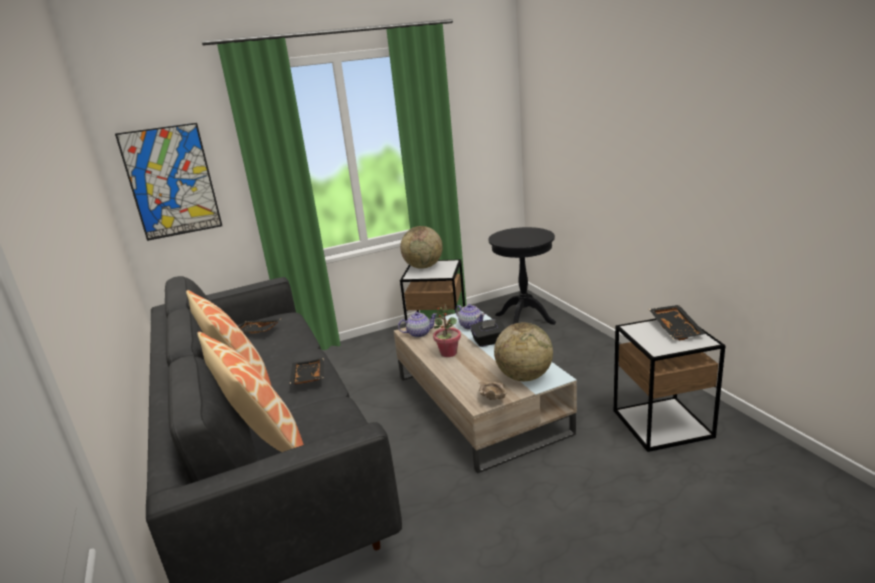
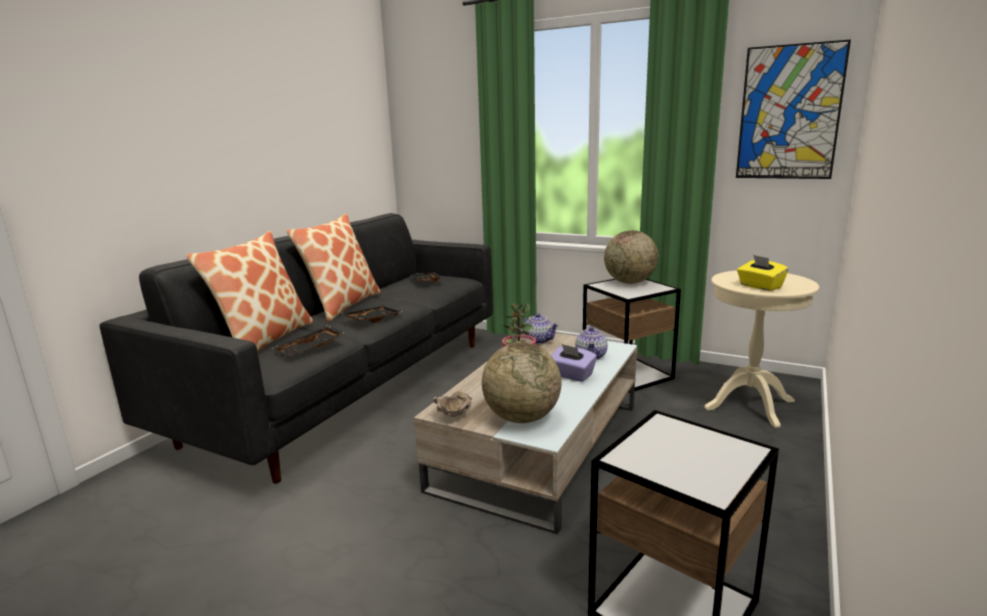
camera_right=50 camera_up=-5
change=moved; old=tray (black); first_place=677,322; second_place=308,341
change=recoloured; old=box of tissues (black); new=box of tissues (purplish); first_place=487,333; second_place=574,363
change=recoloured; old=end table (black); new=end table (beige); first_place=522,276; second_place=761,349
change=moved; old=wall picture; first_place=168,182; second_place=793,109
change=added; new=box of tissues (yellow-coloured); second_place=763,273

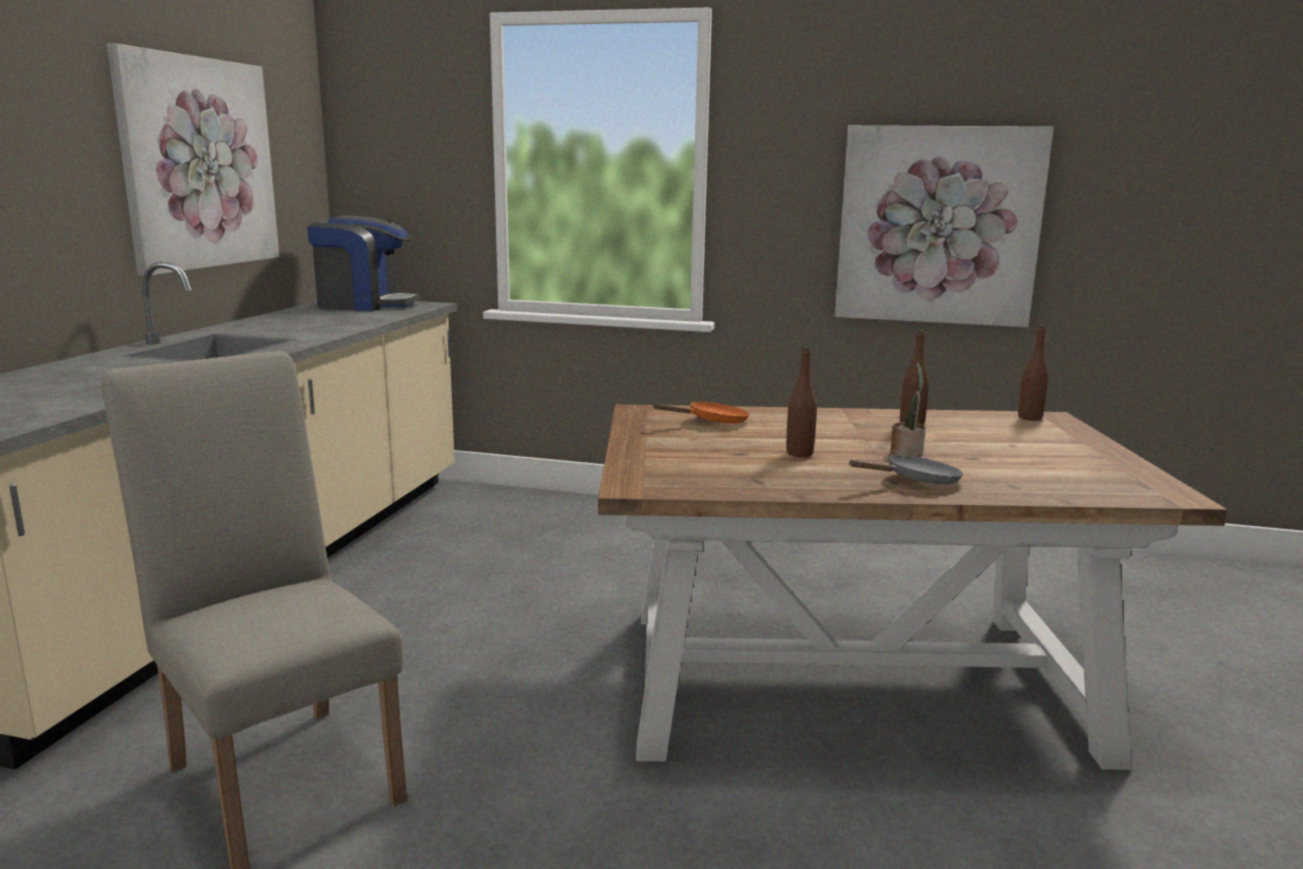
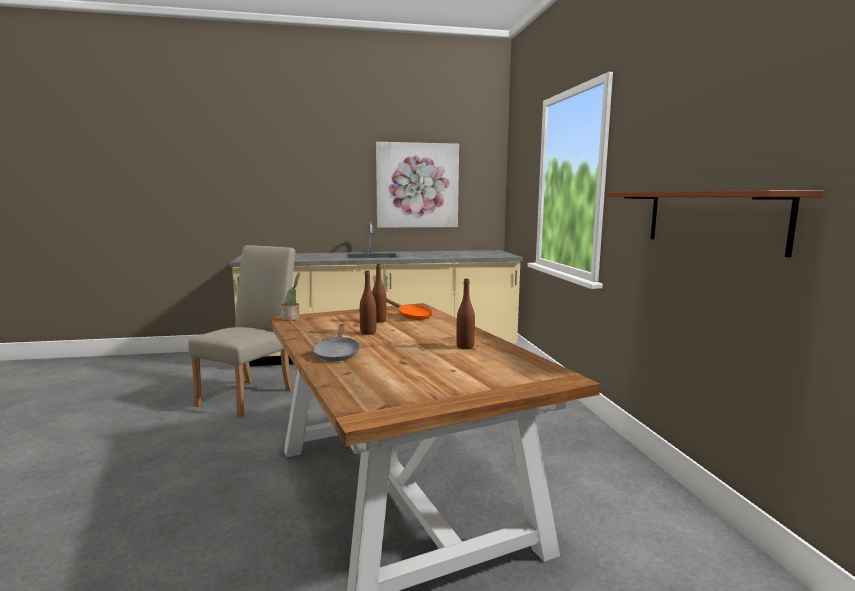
camera_right=65 camera_up=-5
change=moved; old=potted plant; first_place=908,409; second_place=291,296
change=turned; old=frying pan (greyish); first_place=906,470; second_place=336,342; degrees=45
change=moved; old=beverage bottle (brownish); first_place=1033,373; second_place=379,293
change=replaced; old=wall picture; new=bracket shelf (brownish); first_place=944,226; second_place=715,224
change=removed; old=coffee machine; first_place=363,263

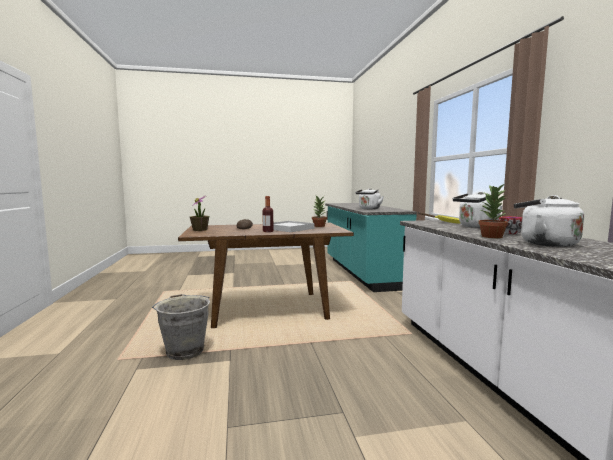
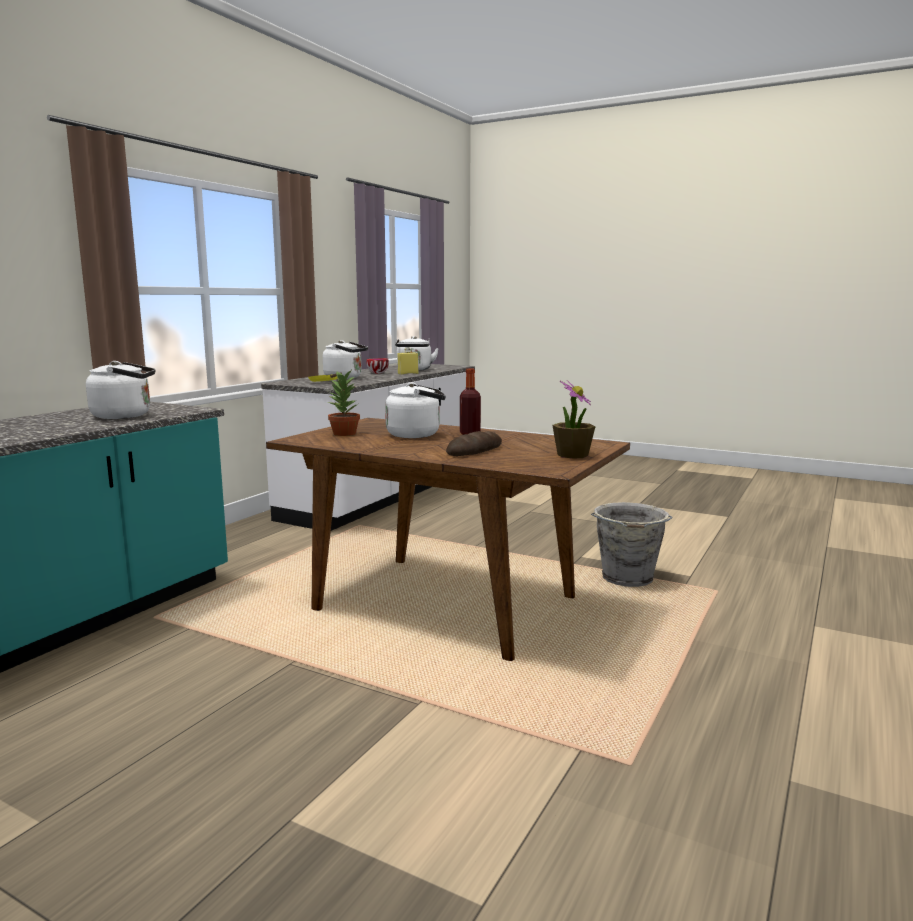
camera_right=-140 camera_up=5
change=replaced; old=tray (white-coloured); new=tea kettle (white-coloured); first_place=293,226; second_place=415,410
change=replaced; old=potted plant; new=beverage bottle (yellow-coloured); first_place=493,211; second_place=408,361

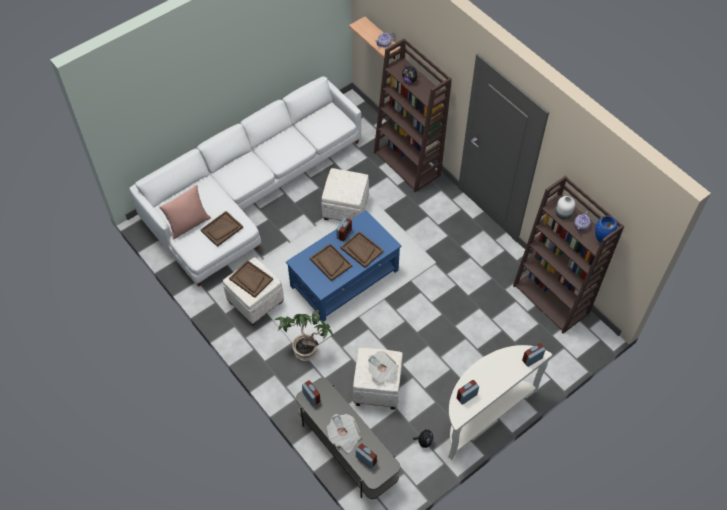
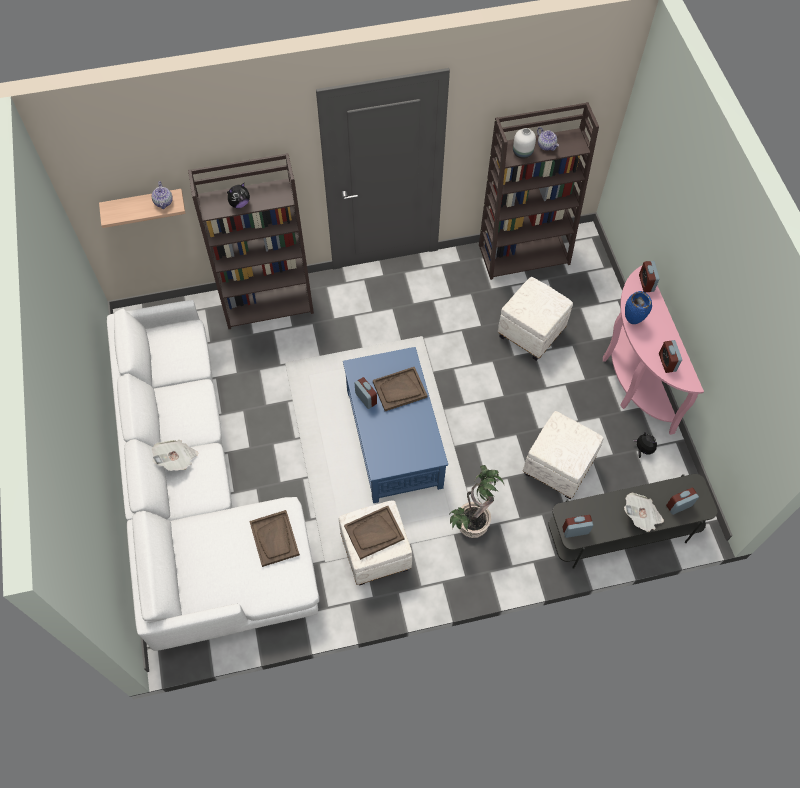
camera_right=-65 camera_up=5
change=moved; old=printed paper; first_place=383,367; second_place=175,455
change=moved; old=footrest (white-coloured); first_place=345,194; second_place=535,319
change=recoloured; old=console table (white-coloured); new=console table (pink); first_place=500,402; second_place=653,350
change=moved; old=flower vase (bluish); first_place=606,228; second_place=638,307
change=removed; old=pillow (pink); first_place=185,212
change=removed; old=tray (brownish); first_place=331,262

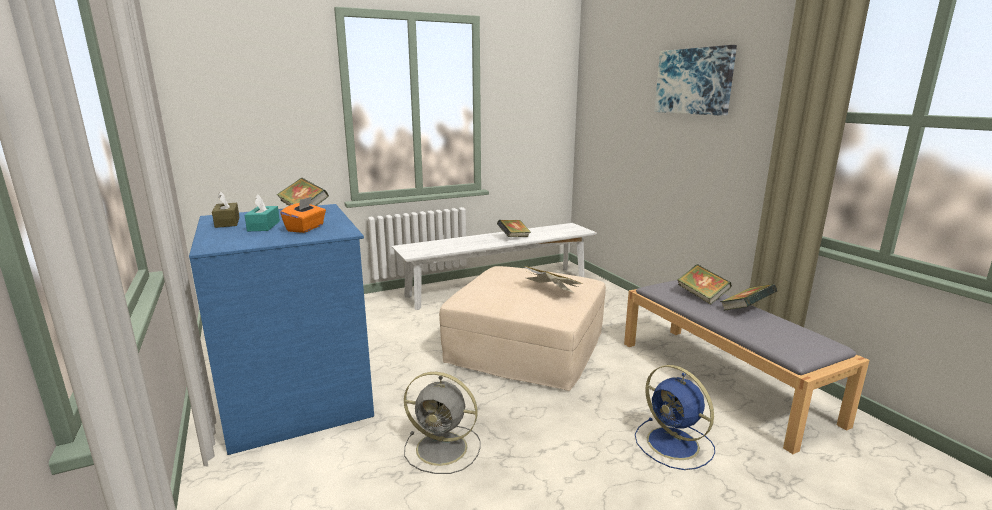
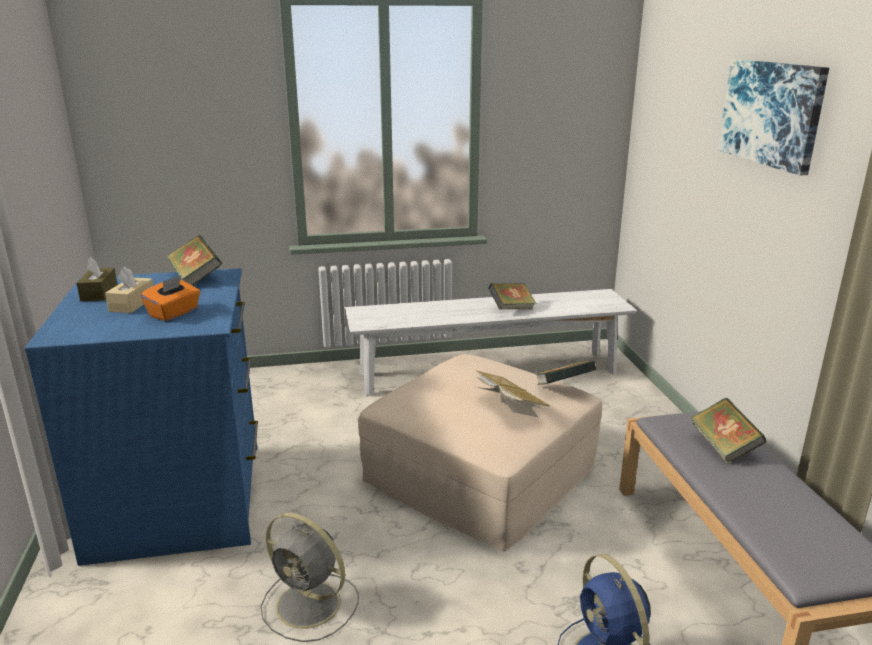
camera_right=15 camera_up=5
change=recoloured; old=box of tissues (blue-green); new=box of tissues (beige); first_place=262,213; second_place=129,290
change=moved; old=volume; first_place=748,297; second_place=566,373

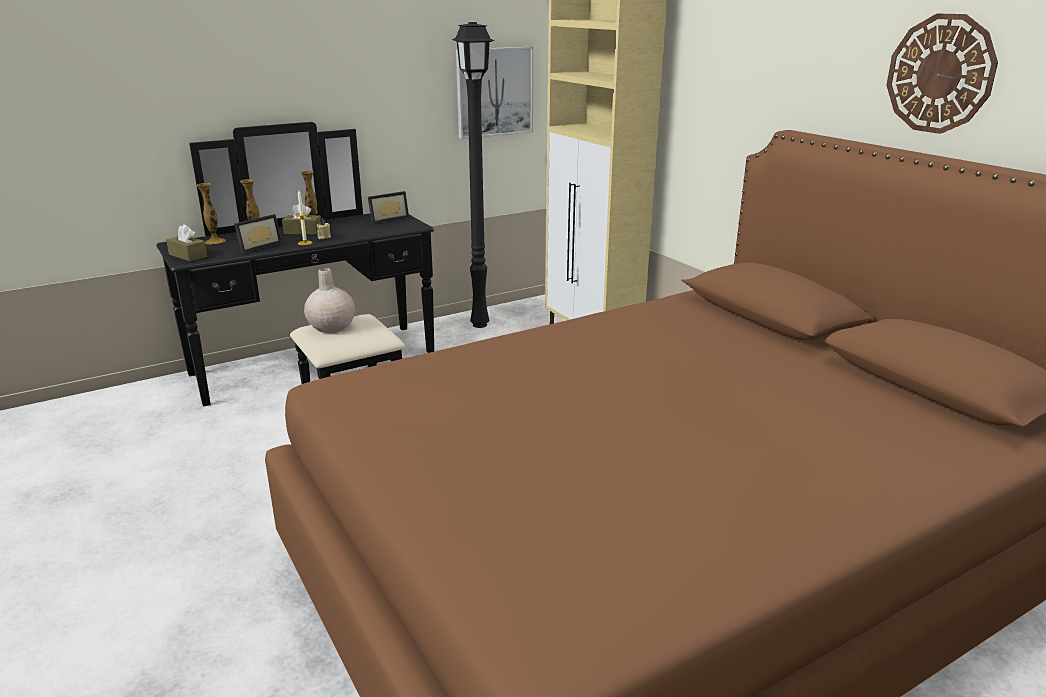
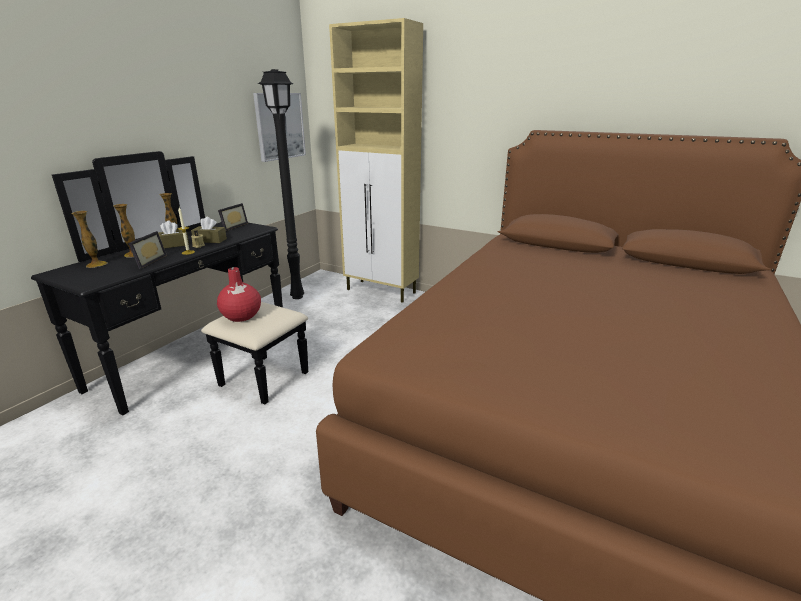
camera_right=-30 camera_up=0
change=moved; old=box of tissues (brownish); first_place=186,242; second_place=209,230
change=recoloured; old=flower vase (beige); new=flower vase (red); first_place=329,300; second_place=239,294
change=removed; old=hanging clock; first_place=942,73

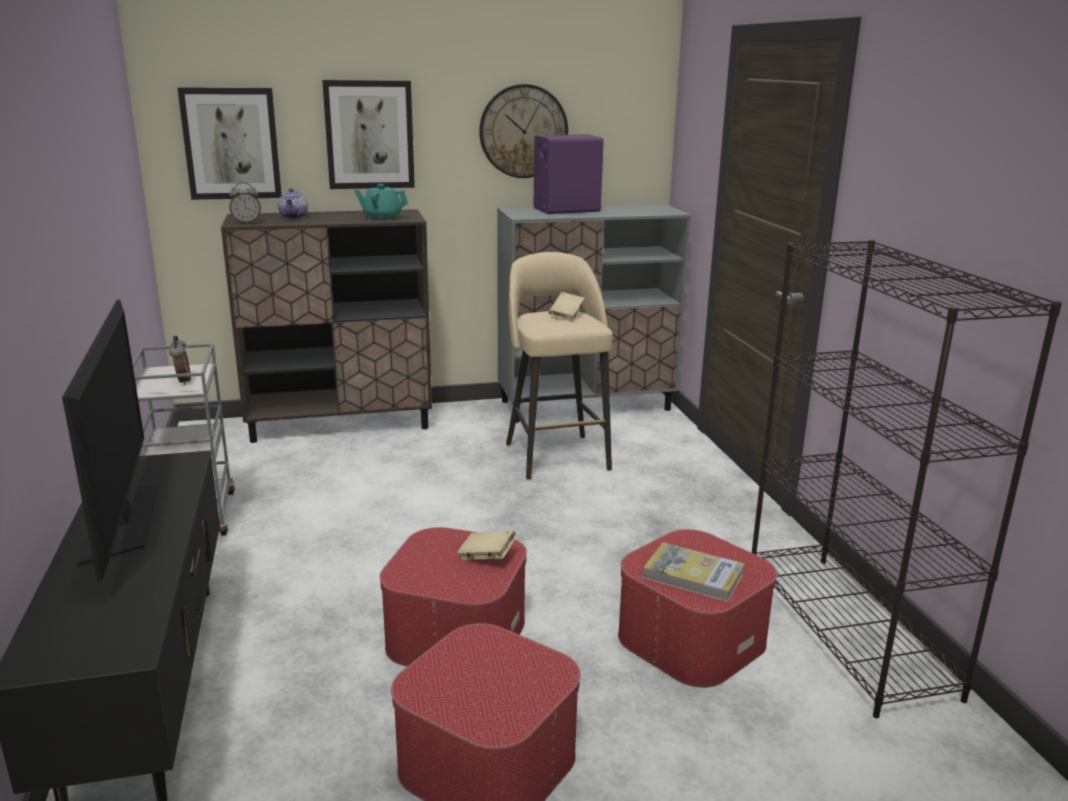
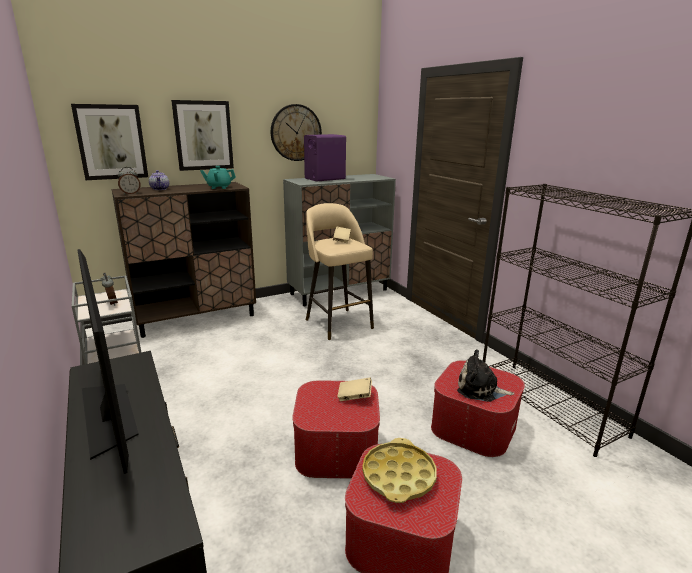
camera_right=-15 camera_up=0
change=added; new=tray (yellow-coloured); second_place=399,470
change=replaced; old=volume; new=plush toy; first_place=694,572; second_place=485,376

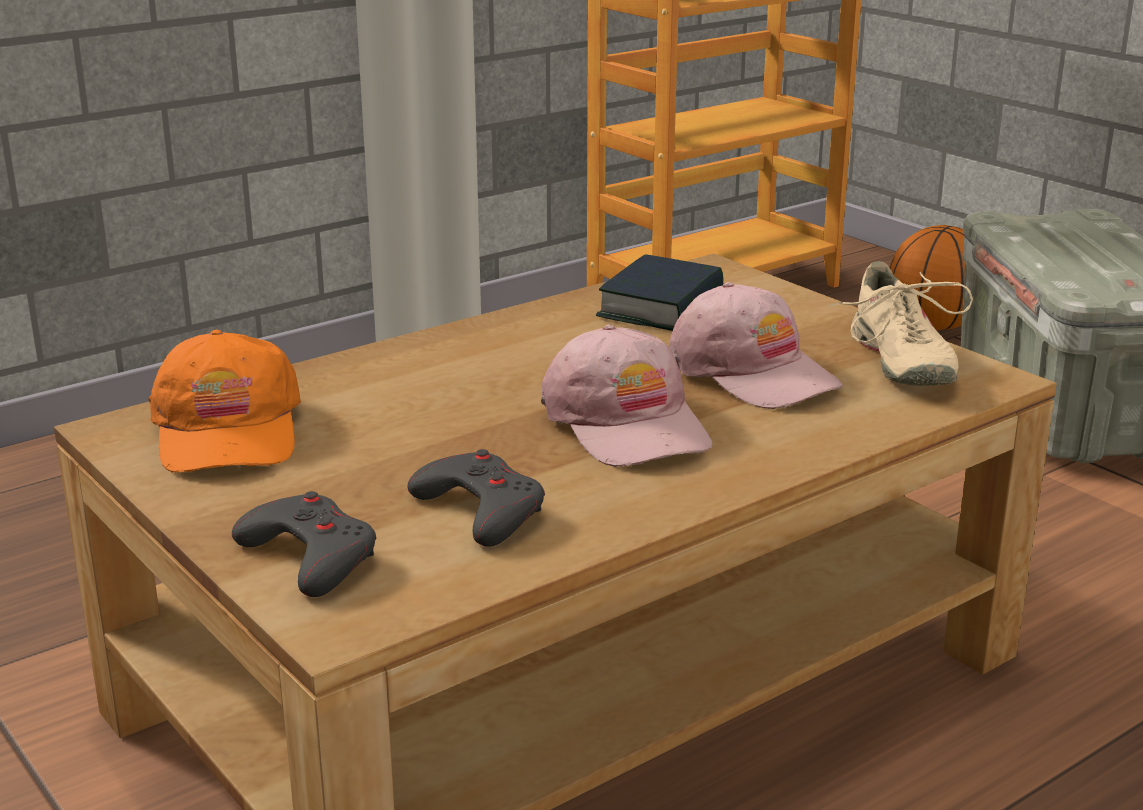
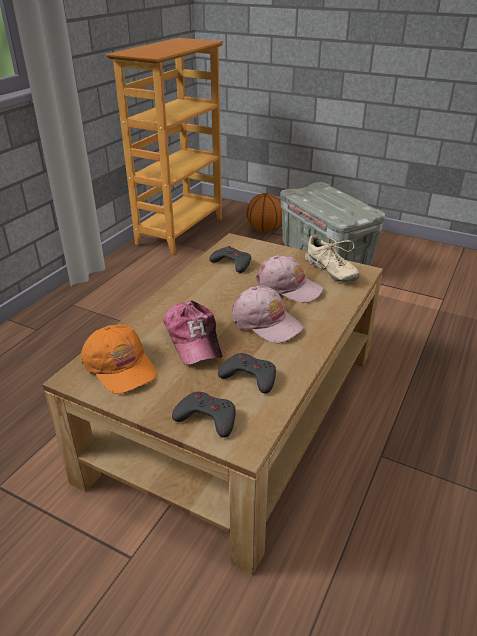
camera_right=-25 camera_up=10
change=added; new=baseball cap; second_place=192,332
change=replaced; old=volume; new=gamepad (greyish); first_place=660,292; second_place=230,259

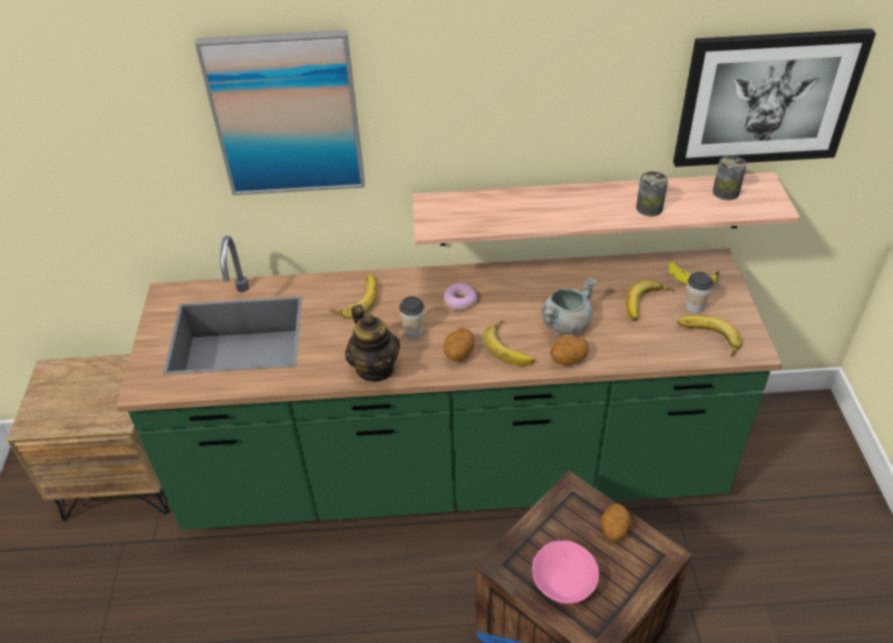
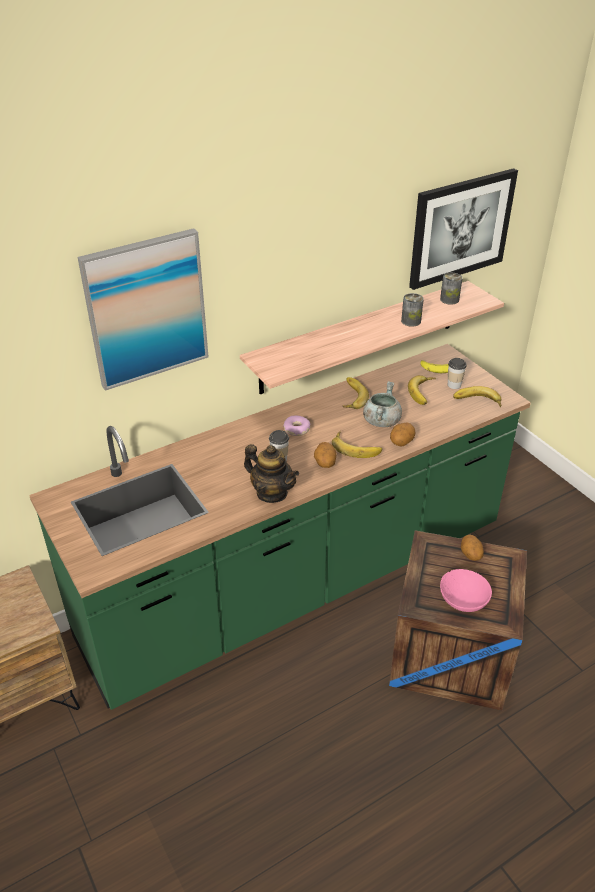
camera_right=-30 camera_up=-5
change=moved; old=banana; first_place=354,296; second_place=356,393

